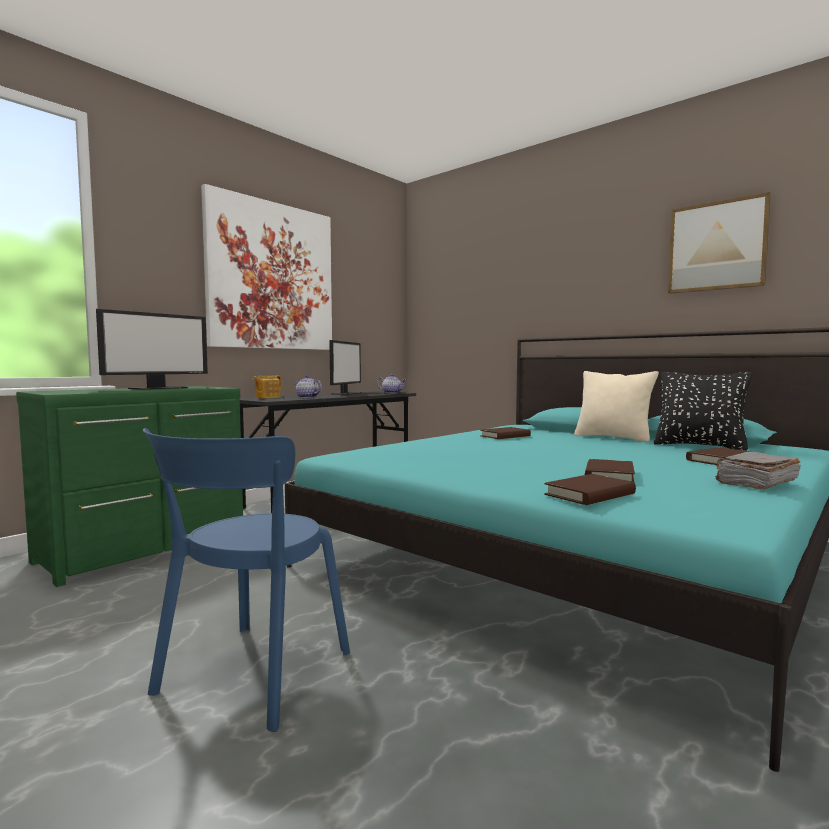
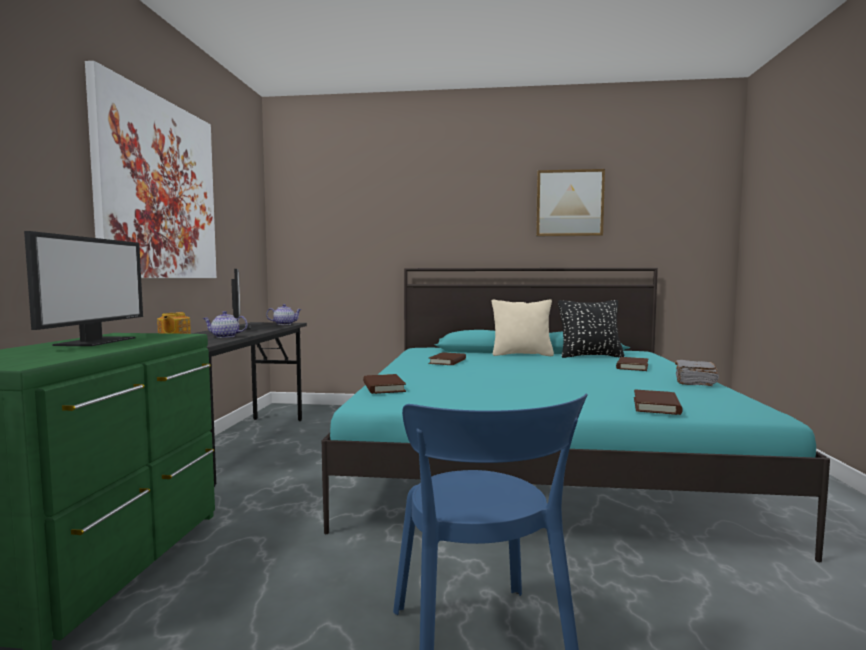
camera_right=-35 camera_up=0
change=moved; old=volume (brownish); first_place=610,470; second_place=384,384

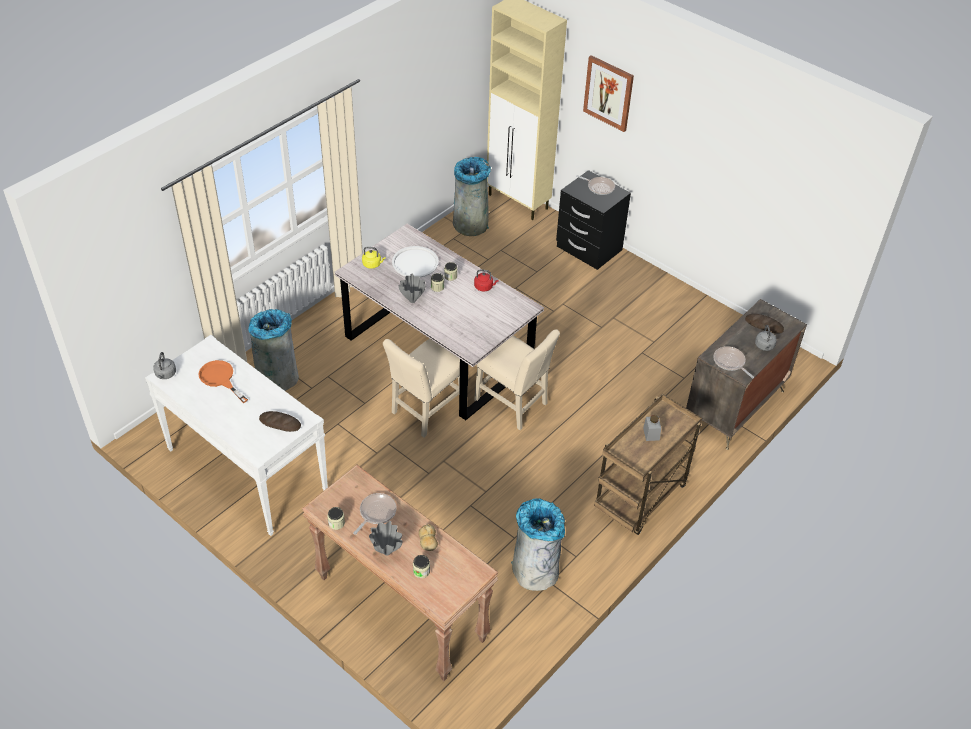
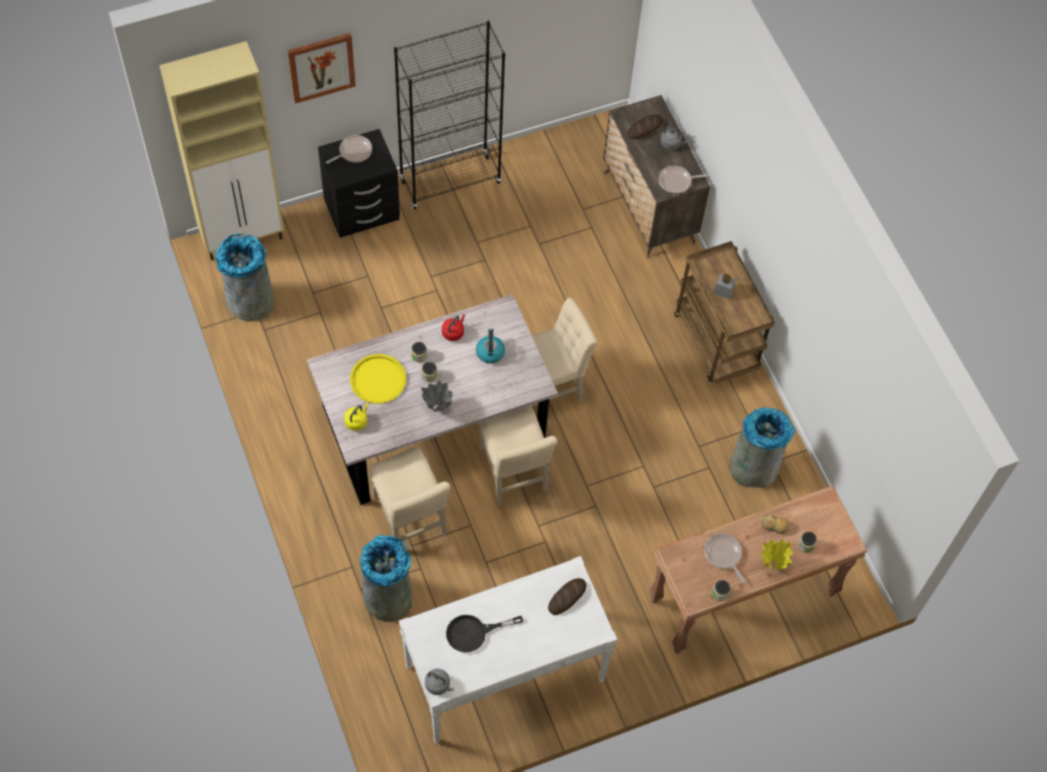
camera_right=-65 camera_up=15
change=recoloured; old=tray (white-coloured); new=tray (yellow-coloured); first_place=415,261; second_place=378,379
change=added; new=chair (beige); second_place=410,494
change=added; new=shelving unit (black); second_place=449,115
change=recoloured; old=frying pan (orange-coloured); new=frying pan (black); first_place=223,381; second_place=484,634
change=added; new=tea kettle; second_place=490,345
change=recoloured; old=flower vase (greyish); new=flower vase (yellow-coloured); first_place=386,538; second_place=777,555

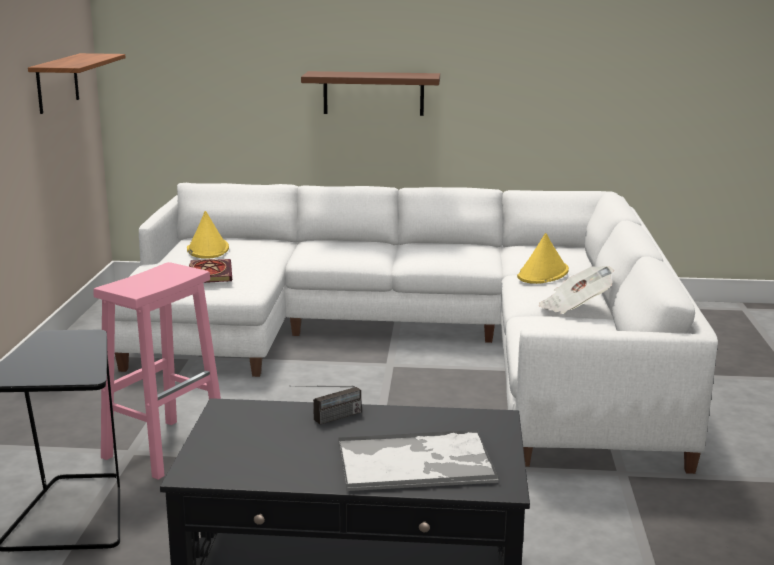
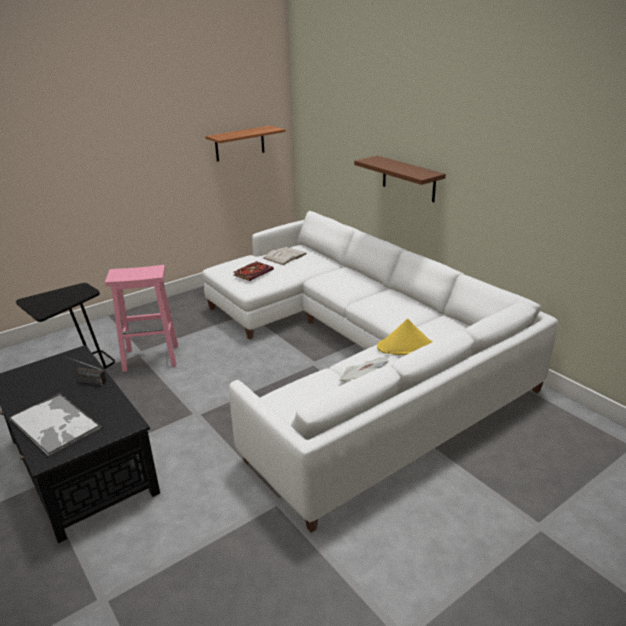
camera_right=50 camera_up=10
change=replaced; old=hat (yellow-coloured); new=volume (white-coloured); first_place=208,235; second_place=285,256

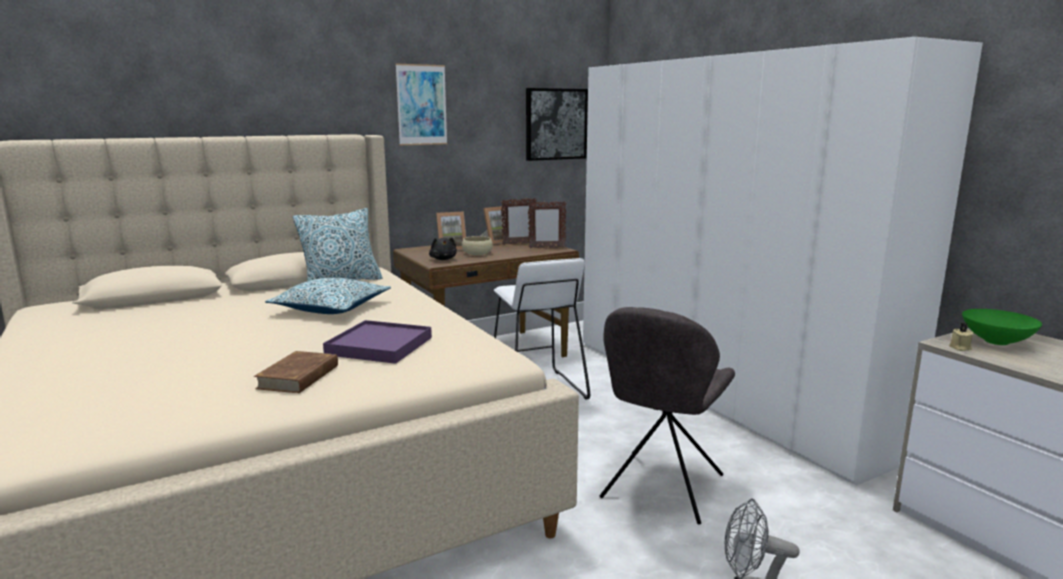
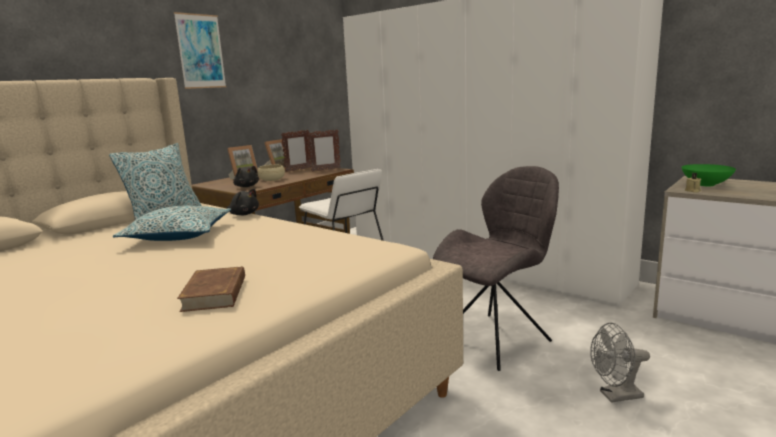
camera_right=-20 camera_up=0
change=added; new=plush toy (black); second_place=242,202
change=turned; old=chair (greyish); first_place=667,416; second_place=496,268; degrees=-135
change=removed; old=tray (purplish); first_place=377,342
change=removed; old=wall picture; first_place=557,124

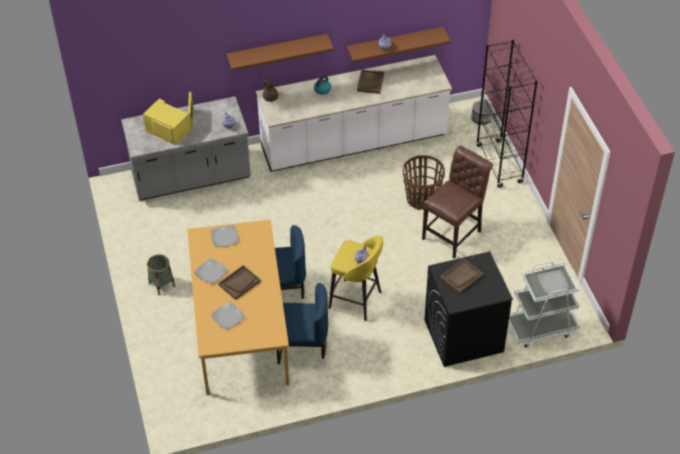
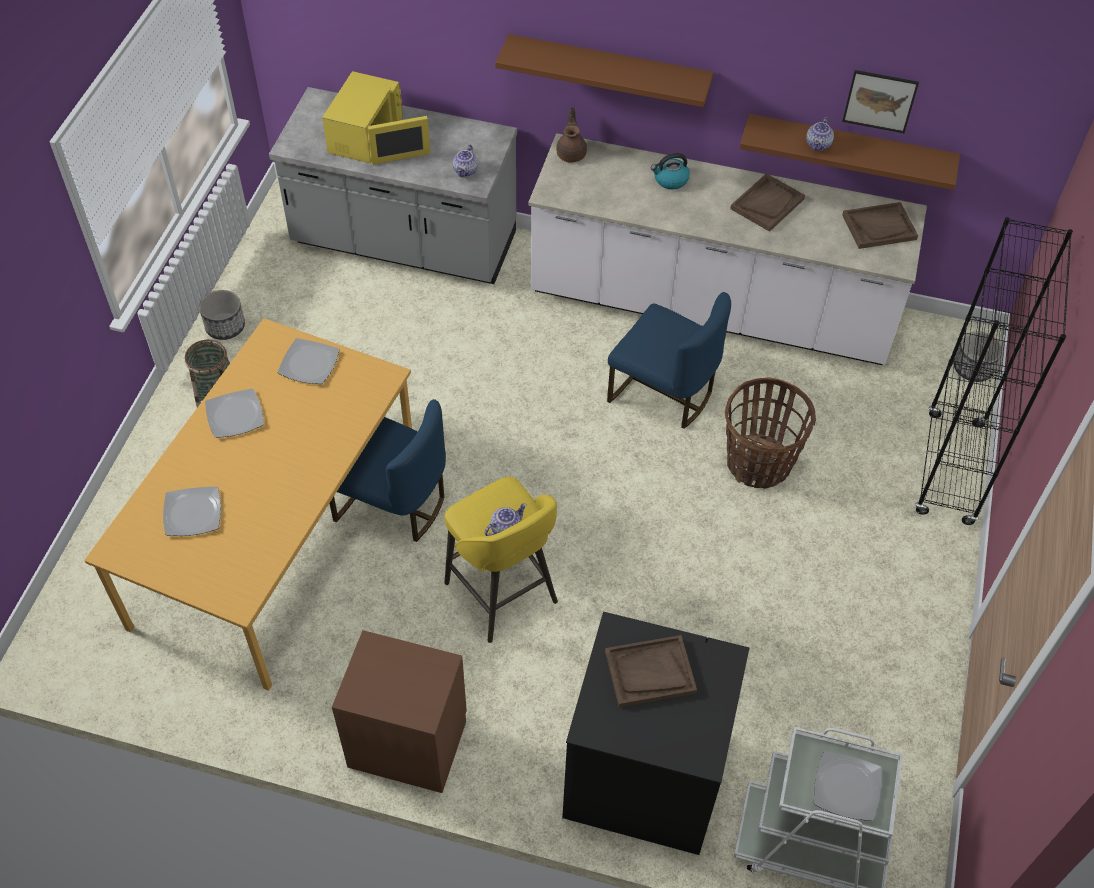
camera_right=30 camera_up=5
change=added; new=flower pot; second_place=222,315
change=turned; old=microwave oven (yellow-coloured); first_place=168,118; second_place=376,118; degrees=45
change=added; new=nightstand (brownish); second_place=399,711
change=moved; old=chair (bluish); first_place=302,323; second_place=669,360
change=added; new=wall picture; second_place=880,101
change=moved; old=tray (brownish); first_place=239,282; second_place=880,225
change=removed; old=chair (brownish); first_place=457,202

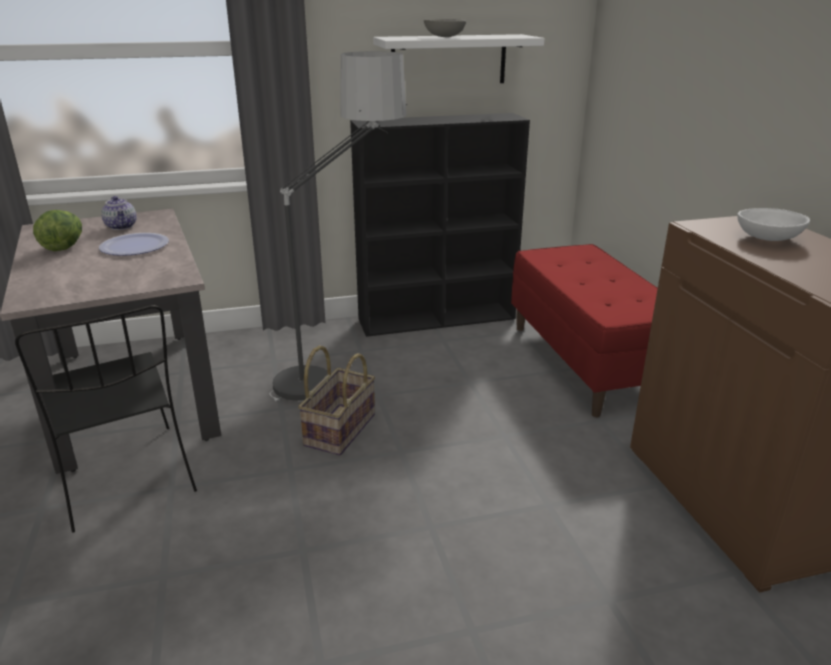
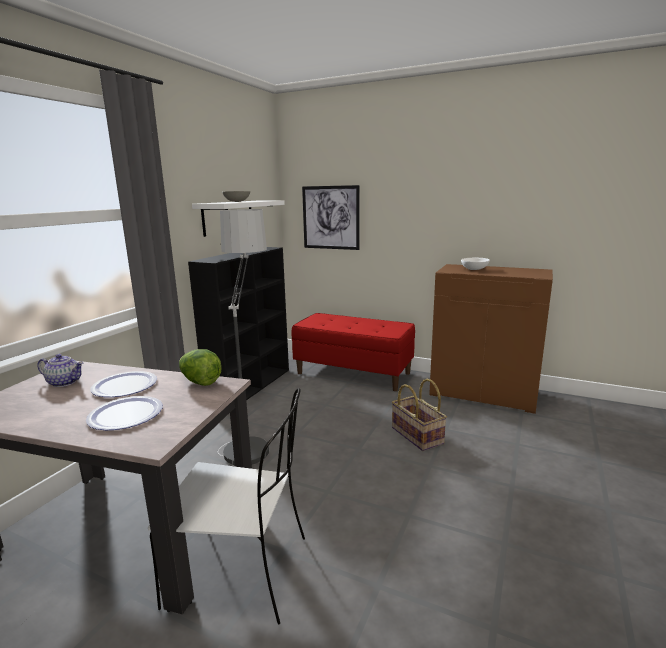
camera_right=-50 camera_up=-10
change=added; new=dinner plate; second_place=124,413
change=recoloured; old=chair (black); new=chair (white-coloured); first_place=106,419; second_place=226,506
change=moved; old=lettuce; first_place=57,230; second_place=200,367
change=added; new=wall picture; second_place=331,217
change=moved; old=household basket; first_place=336,401; second_place=419,415

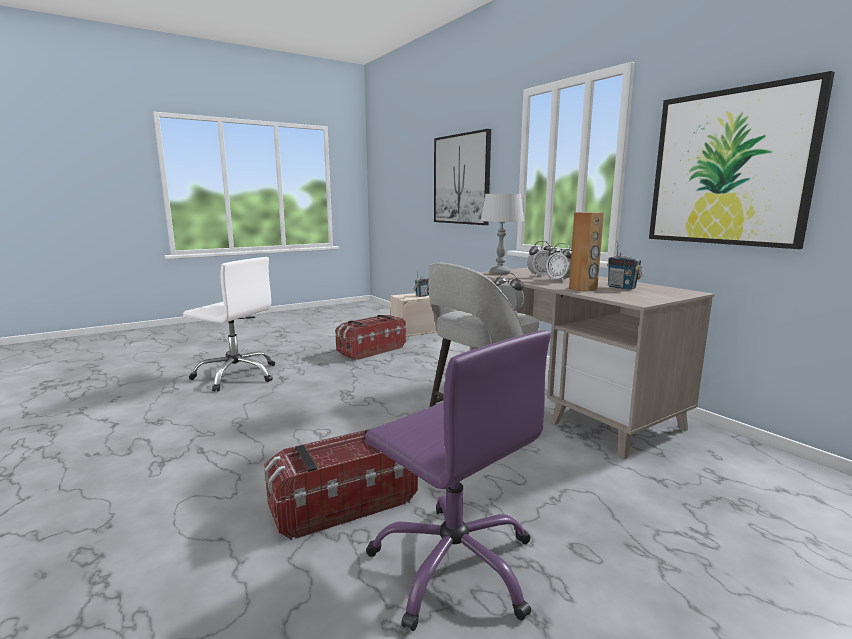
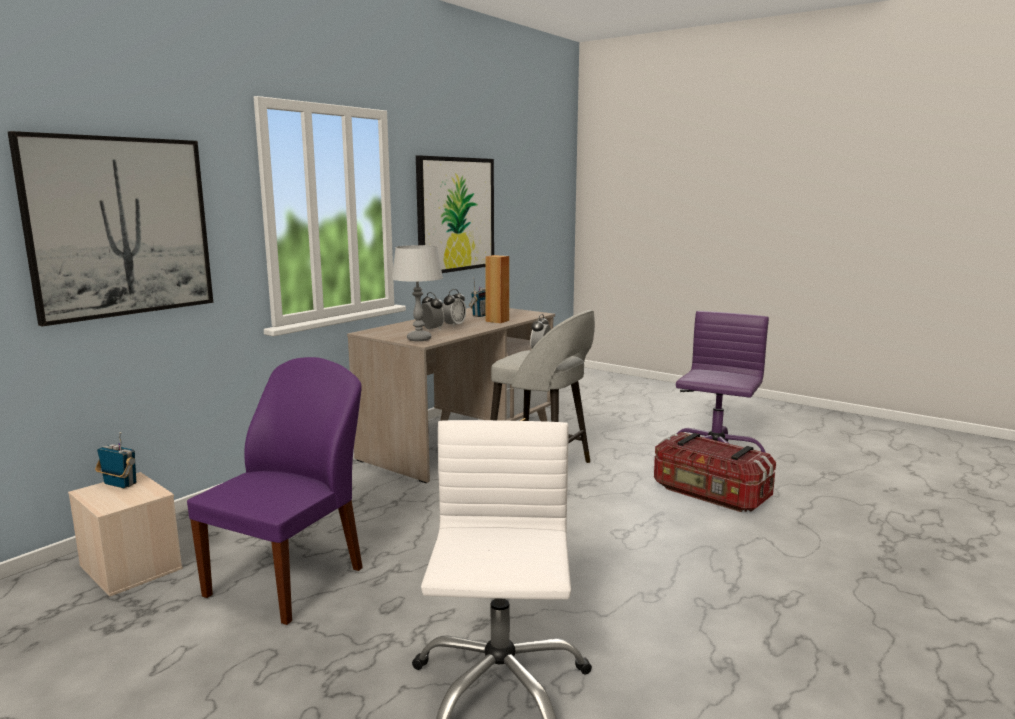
camera_right=-110 camera_up=0
change=replaced; old=storage bin; new=chair (purplish); first_place=370,338; second_place=275,491

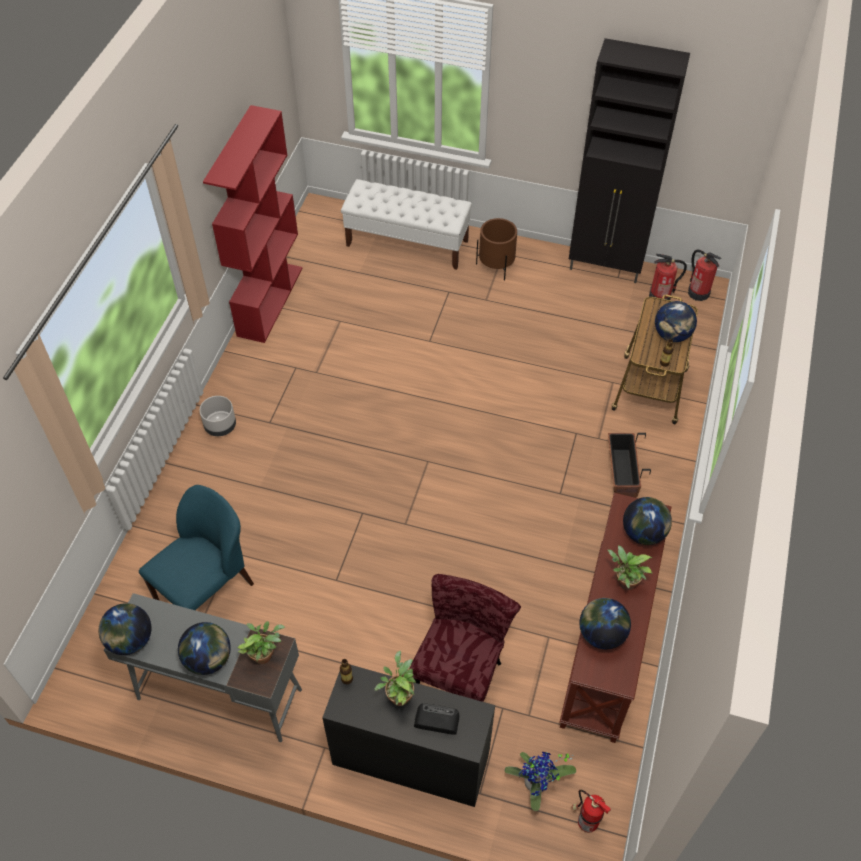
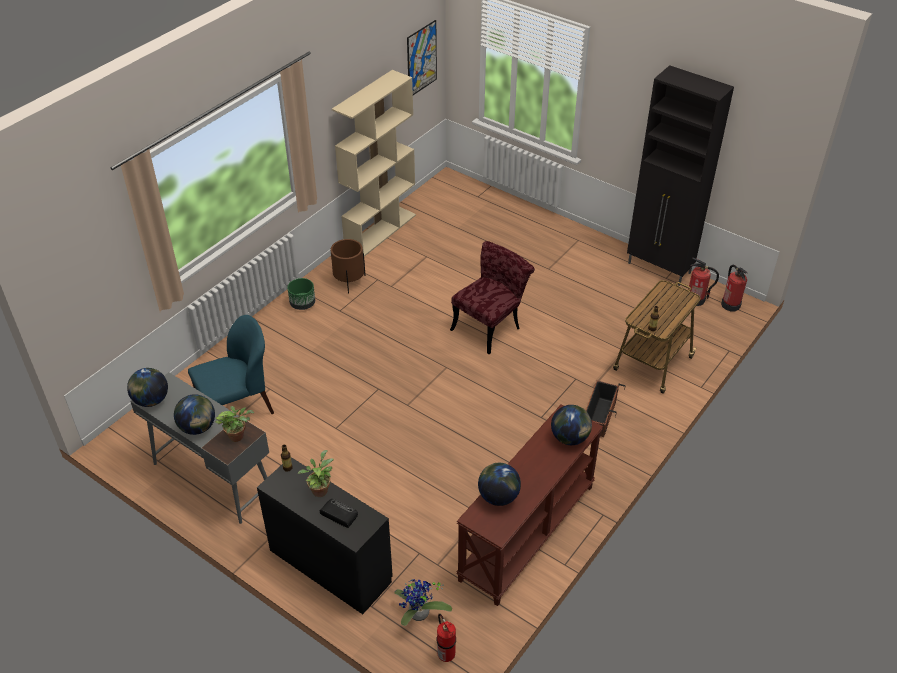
camera_right=20 camera_up=-10
change=recoloured; old=flower pot (greyish); new=flower pot (green-coloured); first_place=217,416; second_place=301,294
change=moved; old=flower pot (brownish); first_place=496,249; second_place=348,266
change=recoloured; old=shelving unit (red); new=shelving unit (beige); first_place=253,224; second_place=374,163
change=added; new=wall picture; second_place=422,57
change=moved; old=chair (red); first_place=465,638; second_place=492,297
change=removed; old=indoor bench (white-coloured); first_place=406,224
change=removed; old=potted plant; first_place=630,567
change=removed; old=globe; first_place=676,321

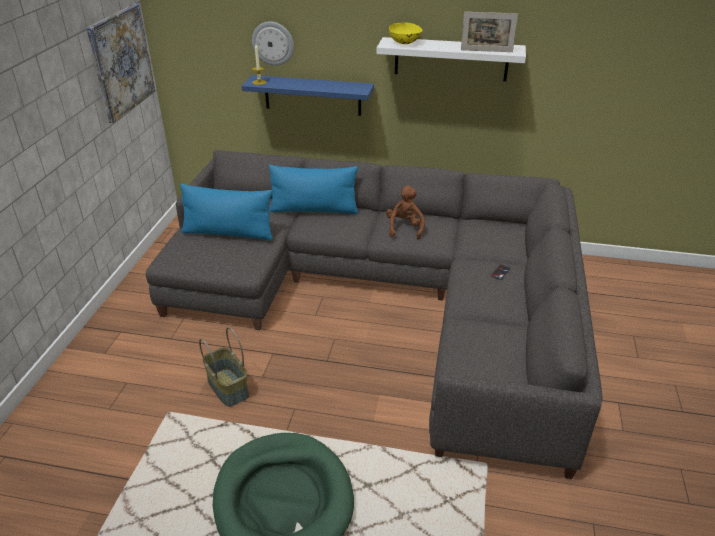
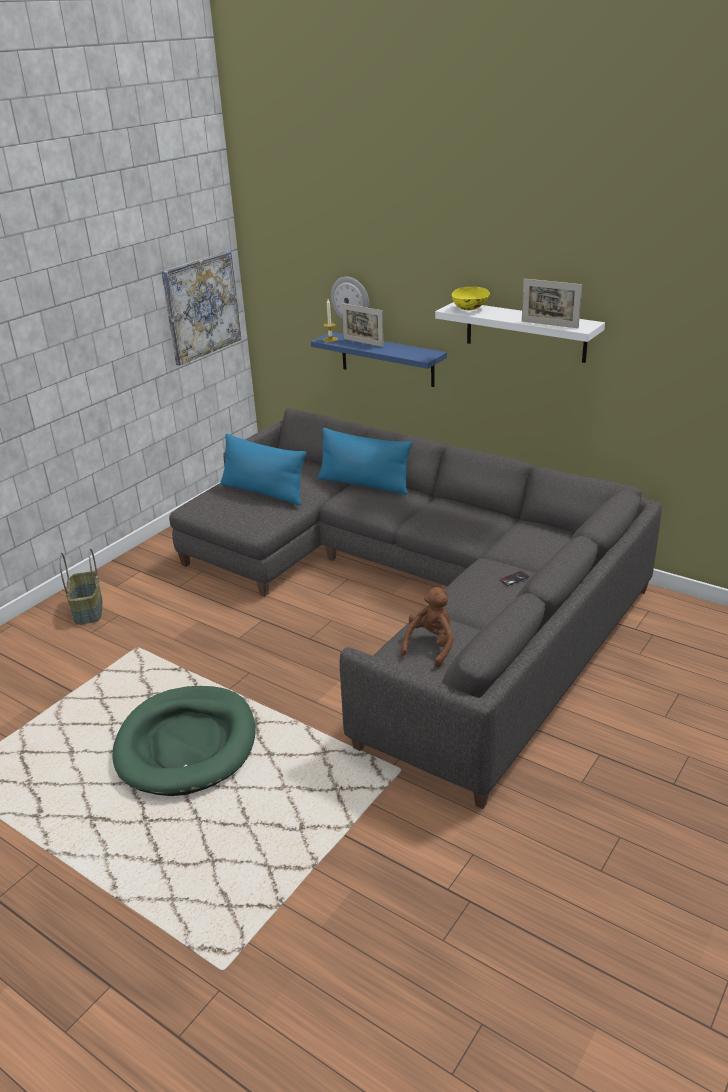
camera_right=25 camera_up=-5
change=moved; old=household basket; first_place=224,367; second_place=80,586
change=added; new=picture frame; second_place=363,325
change=moved; old=plush toy (brownish); first_place=405,213; second_place=427,627

